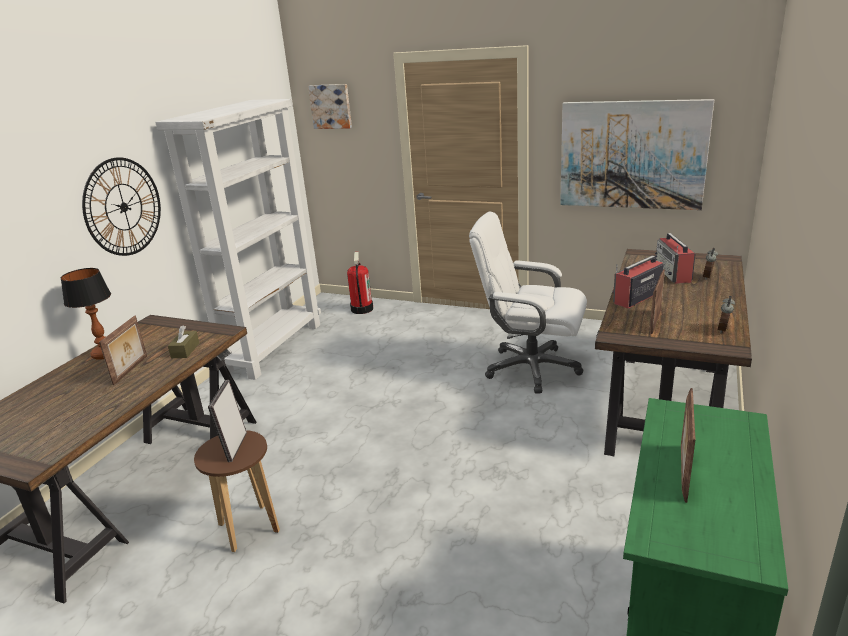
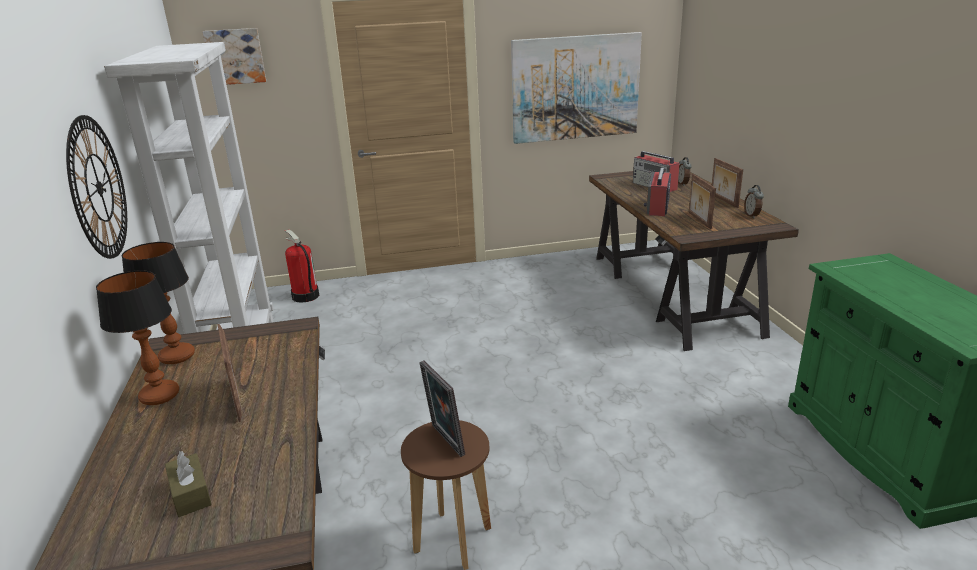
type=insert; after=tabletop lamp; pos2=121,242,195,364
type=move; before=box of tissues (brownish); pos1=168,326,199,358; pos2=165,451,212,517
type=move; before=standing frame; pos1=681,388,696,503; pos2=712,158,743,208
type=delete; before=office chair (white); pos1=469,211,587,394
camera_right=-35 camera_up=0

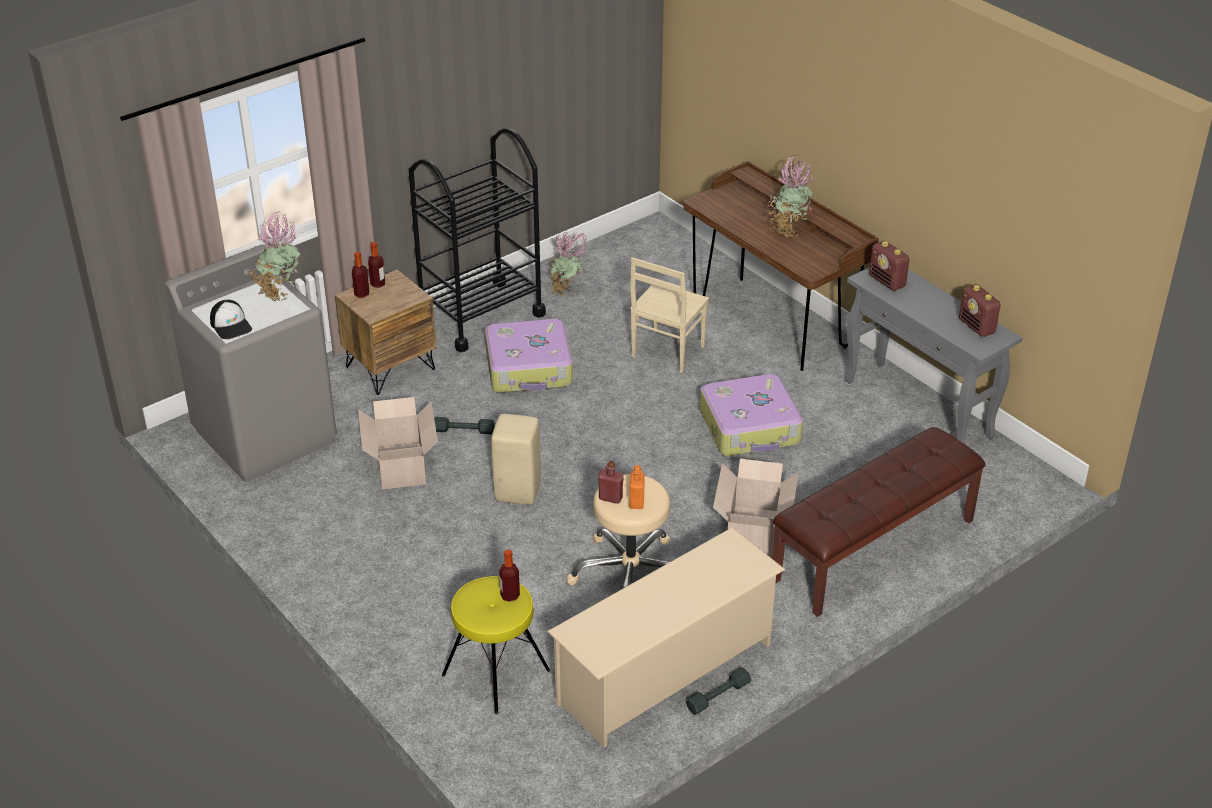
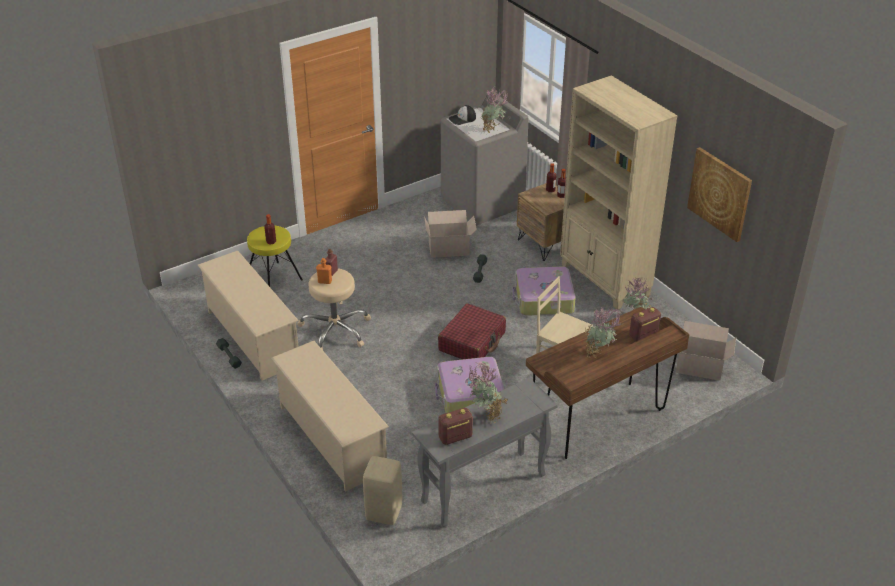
type=replace; before=bench (brownish); after=shoe stand (beige-coloured); pos1=772,427,986,617; pos2=271,341,389,492
type=move; before=stool seat (beige-coloured); pos1=491,414,541,505; pos2=363,456,402,525
type=insert; after=piece of luggage (reddish); pos2=438,303,506,359
type=insert; after=plant in a pot; pos2=467,362,507,424
type=replace; before=cart (blackish); after=bookcase (beige-coloured); pos1=409,128,546,352; pos2=560,75,678,309
type=move; before=radio receiver; pos1=869,241,911,291; pos2=629,307,661,341
type=move; before=carton; pos1=713,459,798,557; pos2=676,321,736,381
type=insert; after=wall art; pos2=687,147,752,242
camera_right=95 camera_up=0

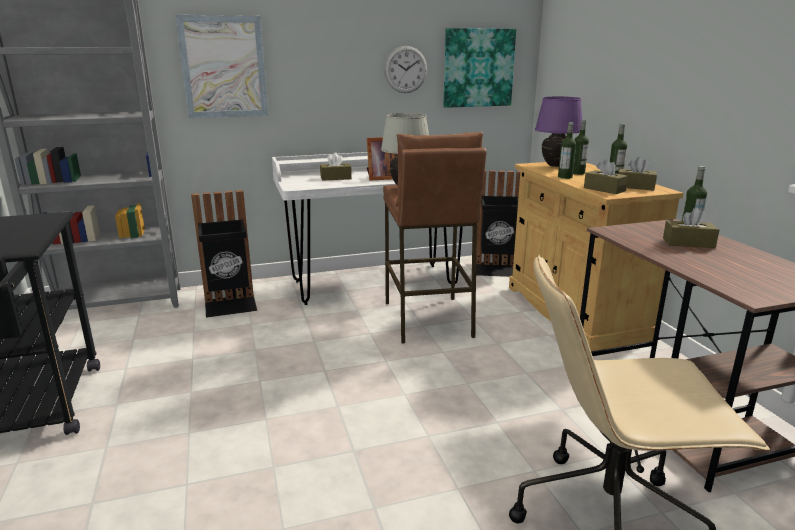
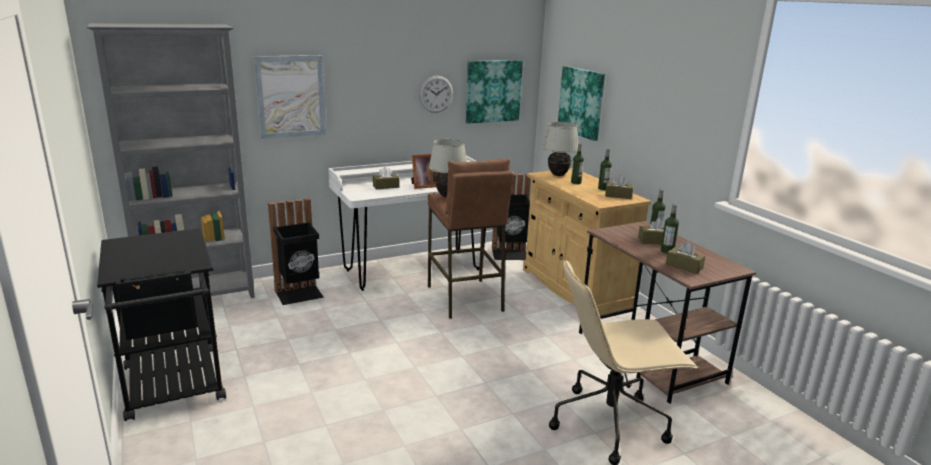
type=recolor; before=tabletop lamp (purplish); after=tabletop lamp (white); pos1=535,96,582,167; pos2=543,122,578,176
type=insert; after=wall art; pos2=558,66,605,141
type=move; before=bottle; pos1=558,122,576,179; pos2=661,203,679,254
type=move; before=box of tissues (brownish); pos1=584,159,628,194; pos2=666,241,705,274
camera_right=-10 camera_up=0

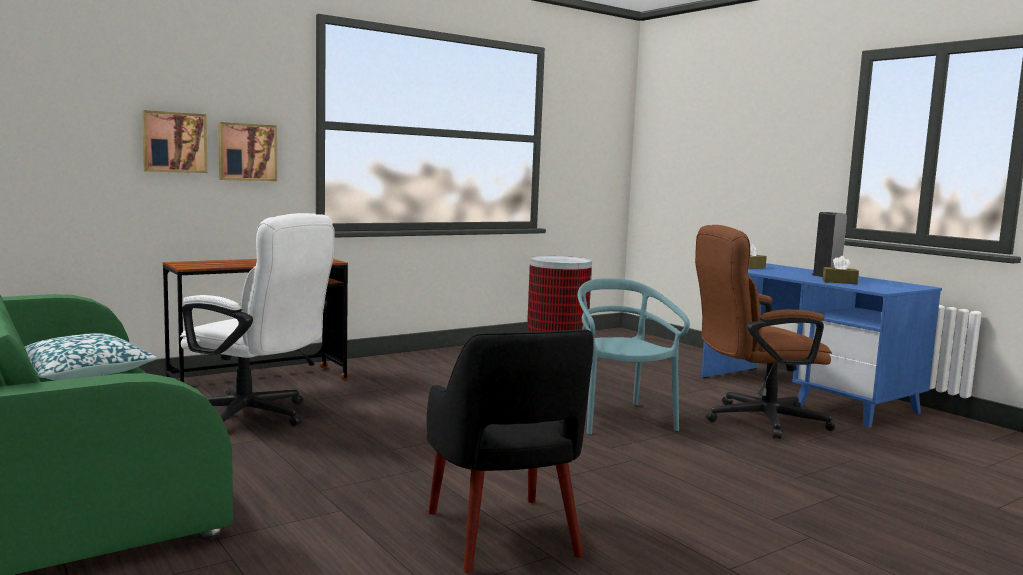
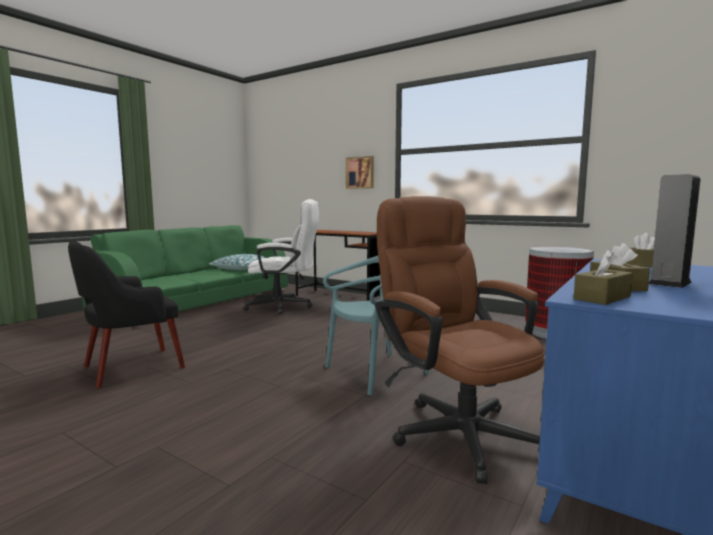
type=rotate; before=office chair (white); pos1=180,213,335,426; pos2=243,199,319,314; turn=-90
type=insert; after=box of tissues (brownish); pos2=573,249,633,305
type=delete; before=wall art; pos1=142,110,207,173
camera_right=70 camera_up=0

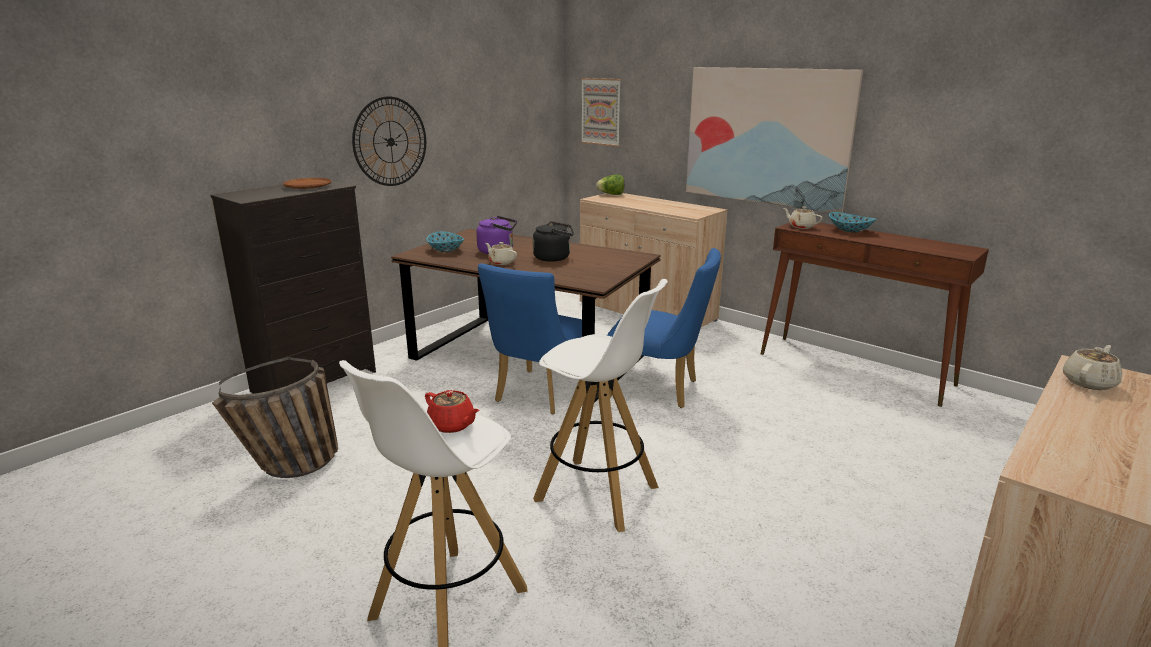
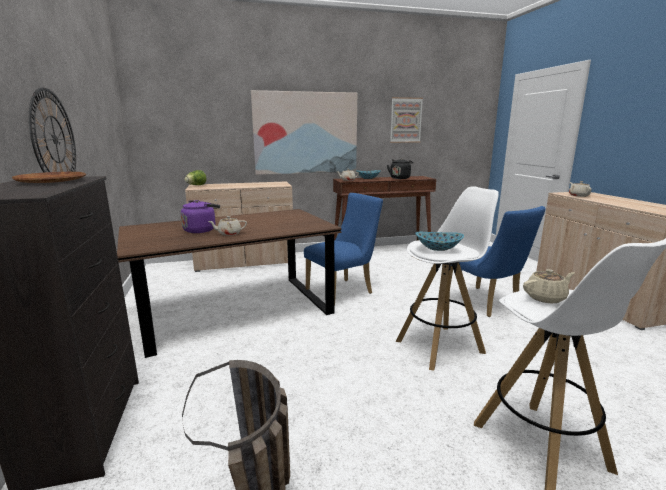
type=move; before=tea kettle (blackish); pos1=533,221,574,262; pos2=387,158,414,179
type=move; before=wall art; pos1=581,78,621,147; pos2=390,97,423,143
type=move; before=deep dish; pos1=427,232,464,252; pos2=415,232,464,251
type=move; before=plain chair (bluish); pos1=478,263,582,415; pos2=450,206,545,317
type=recolor; before=teapot (reddish); after=teapot (beige-coloured); pos1=425,390,479,433; pos2=523,269,575,303
camera_right=-55 camera_up=-5

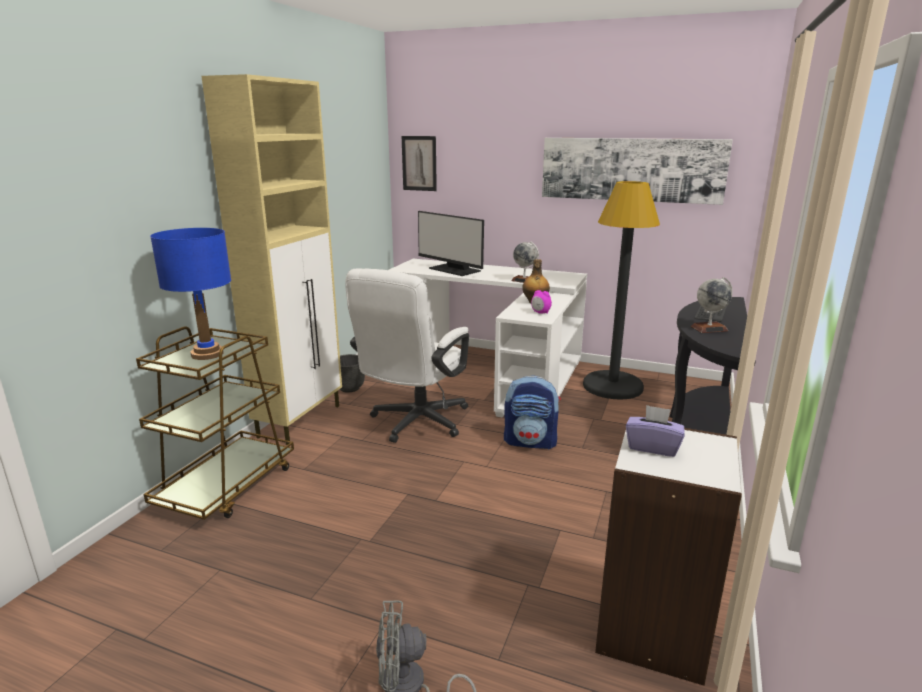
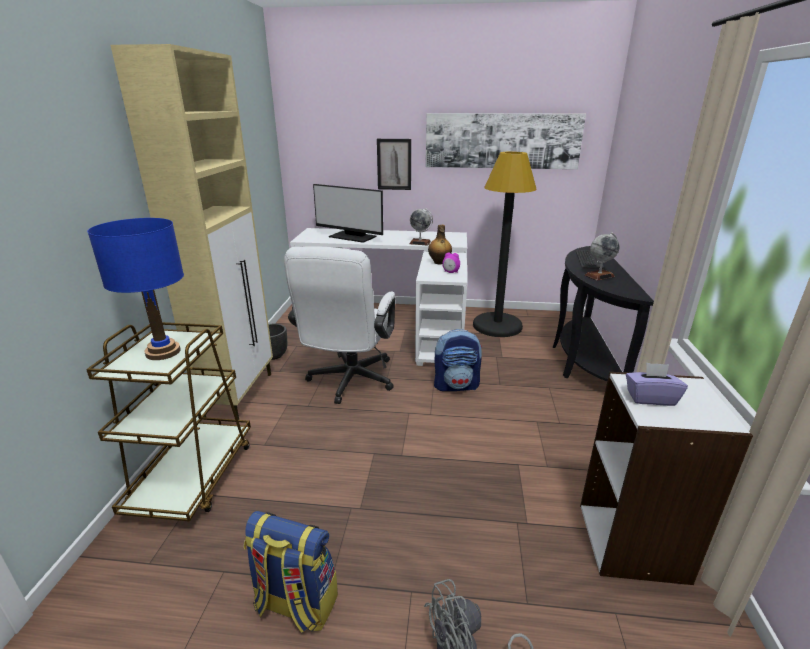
type=insert; after=rucksack; pos2=244,511,338,633
type=move; before=wall art; pos1=402,136,437,191; pos2=377,139,411,190
camera_right=-15 camera_up=5

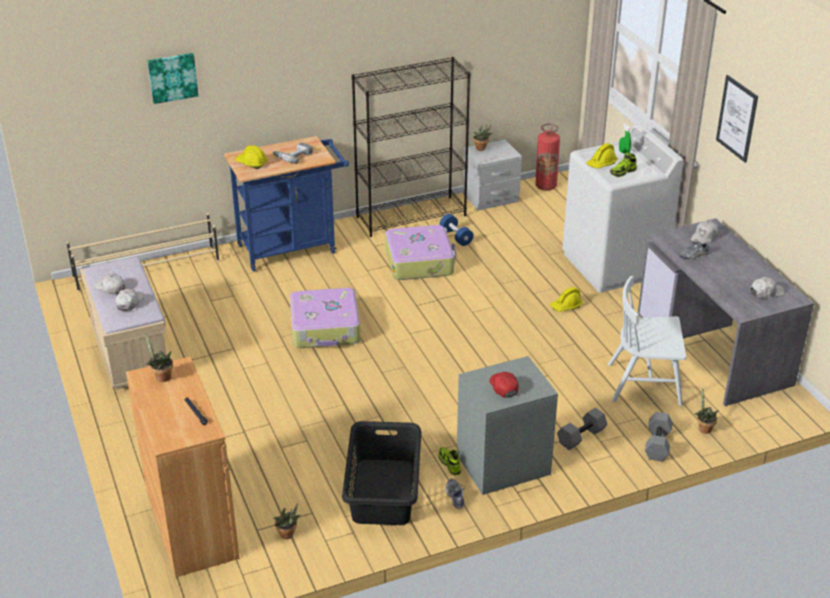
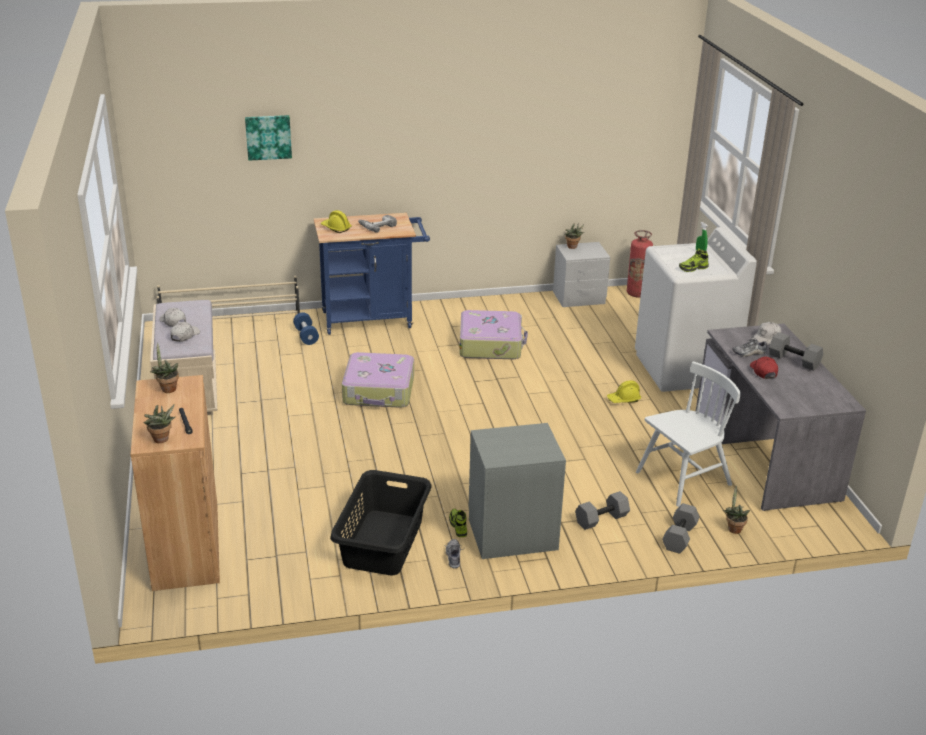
type=move; before=plant in a pot; pos1=274,503,301,539; pos2=143,404,175,443
type=move; before=dumbbell (bluish); pos1=440,214,474,246; pos2=293,312,319,345
type=rotate; before=plain chair (white); pos1=608,276,686,406; pos2=636,361,741,507; turn=135
type=move; before=peaked cap (reddish); pos1=489,372,519,398; pos2=750,356,778,379
type=insert; after=dumbbell (grey); pos2=769,332,823,371
type=delete; before=bookcase (blackish); pos1=352,57,470,237
type=delete; before=hard hat (yellow); pos1=586,143,618,169
type=delete; before=wall art; pos1=716,75,758,163
type=delete; before=peaked cap (white); pos1=751,277,785,298
camera_right=10 camera_up=-5

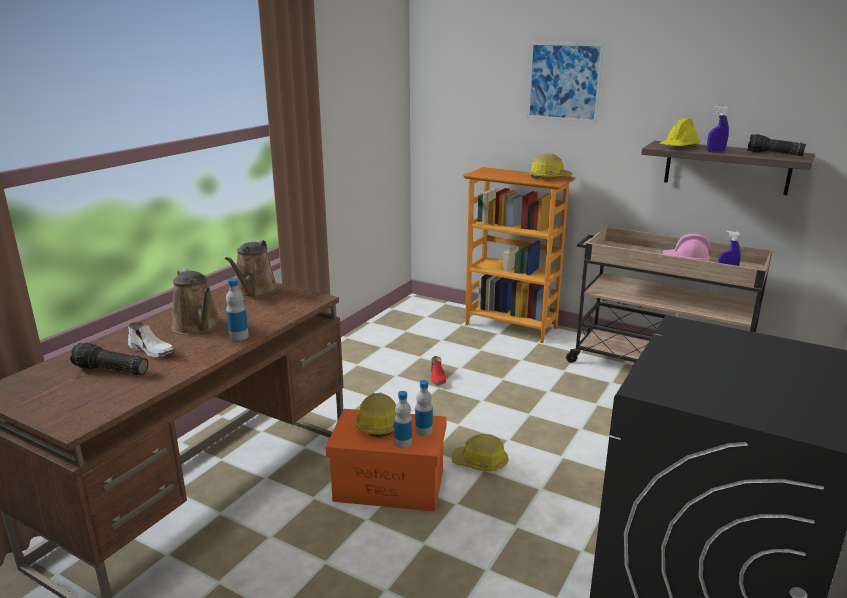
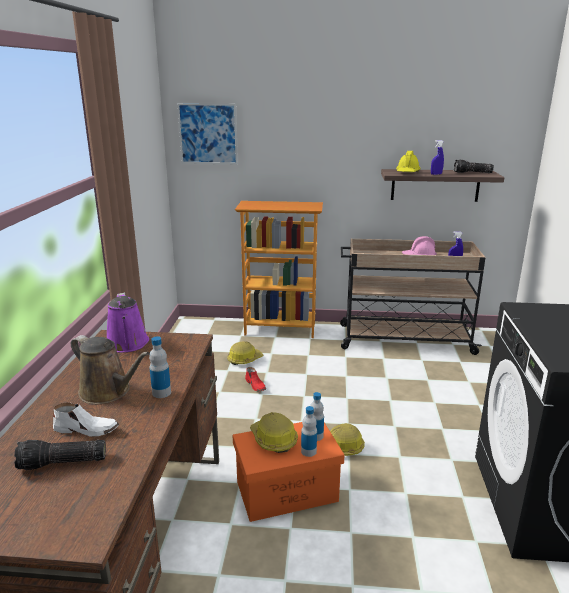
type=recolor; before=watering can (brownish); after=watering can (purplish); pos1=225,240,278,298; pos2=107,293,149,353
type=move; before=wall art; pos1=527,42,604,122; pos2=177,103,238,164
type=move; before=hard hat; pos1=529,154,573,179; pos2=227,341,263,365
camera_right=-25 camera_up=0

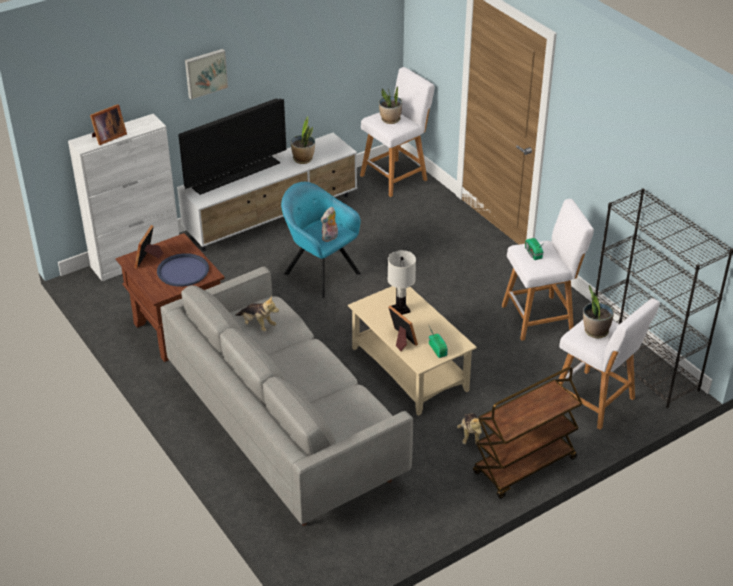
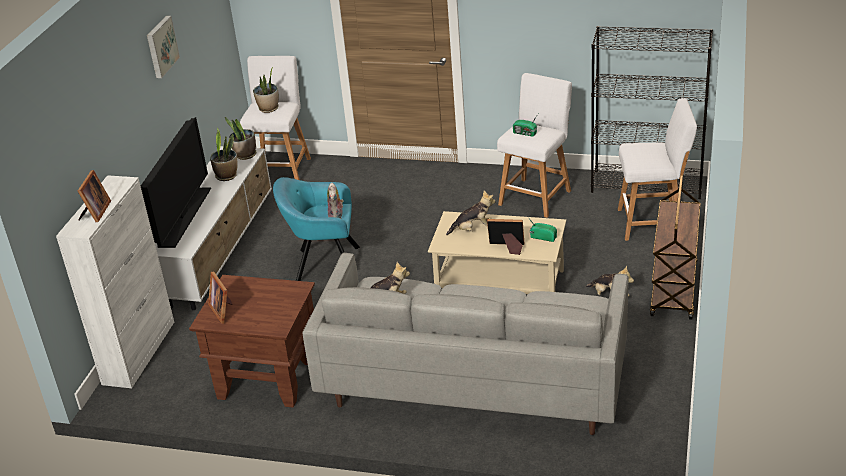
type=move; before=wall art; pos1=185,49,228,100; pos2=147,16,180,78
type=move; before=plant in a pot; pos1=583,285,614,339; pos2=225,117,256,160
type=replace; before=tabletop lamp (white); after=plush toy; pos1=388,250,416,315; pos2=446,190,495,235
type=delete; before=tray (bluish); pos1=157,253,209,287
camera_right=-40 camera_up=-5

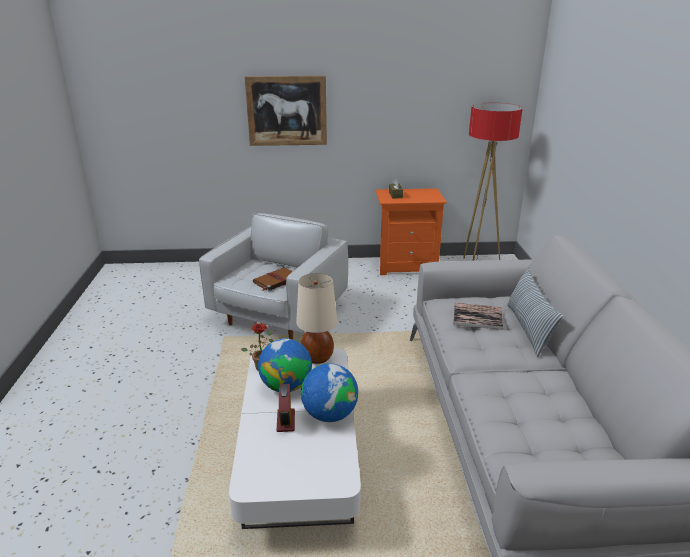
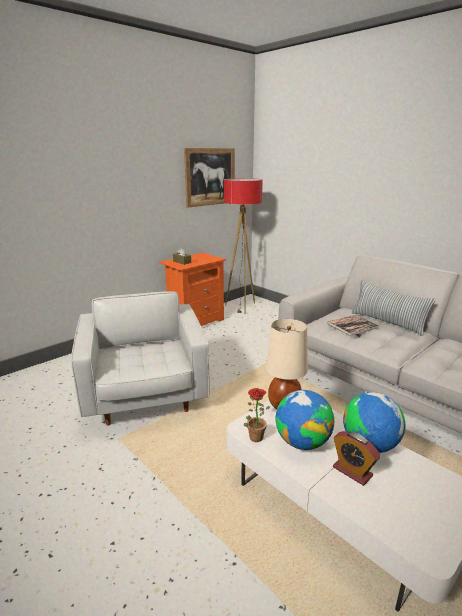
type=move; before=wall art; pos1=245,76,327,146; pos2=184,148,235,208
type=delete; before=bound book (brownish); pos1=253,268,293,291
camera_right=-40 camera_up=-5

